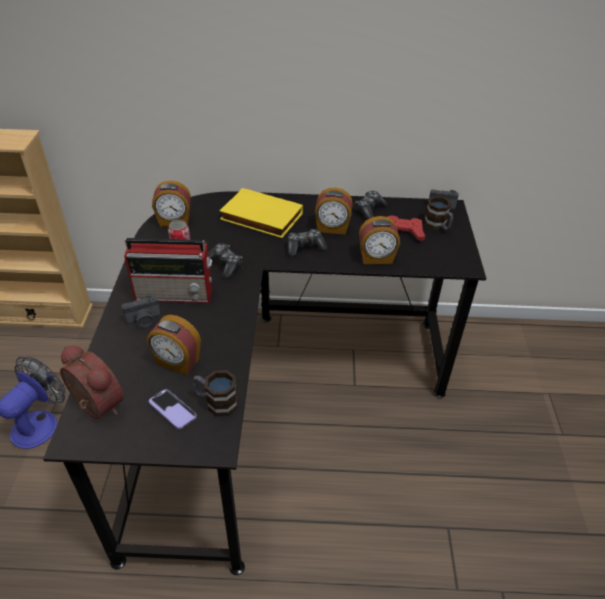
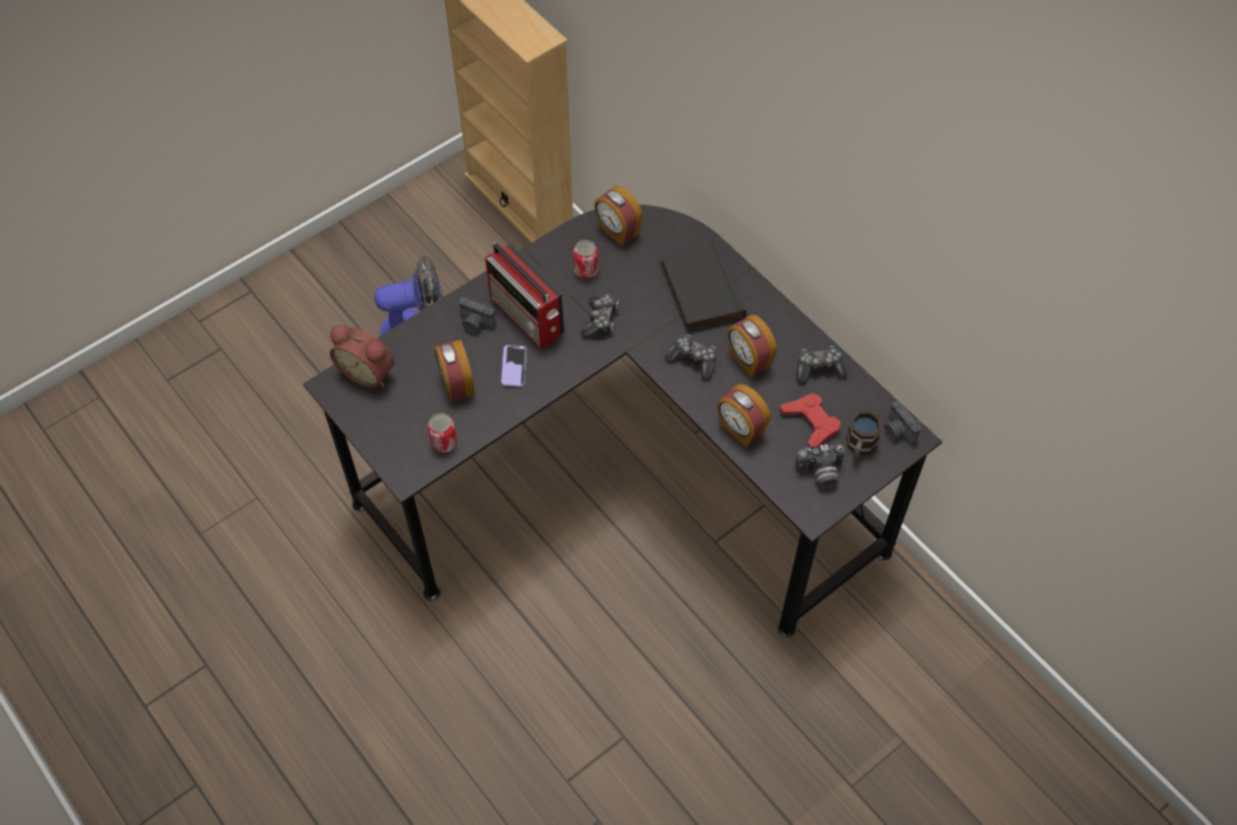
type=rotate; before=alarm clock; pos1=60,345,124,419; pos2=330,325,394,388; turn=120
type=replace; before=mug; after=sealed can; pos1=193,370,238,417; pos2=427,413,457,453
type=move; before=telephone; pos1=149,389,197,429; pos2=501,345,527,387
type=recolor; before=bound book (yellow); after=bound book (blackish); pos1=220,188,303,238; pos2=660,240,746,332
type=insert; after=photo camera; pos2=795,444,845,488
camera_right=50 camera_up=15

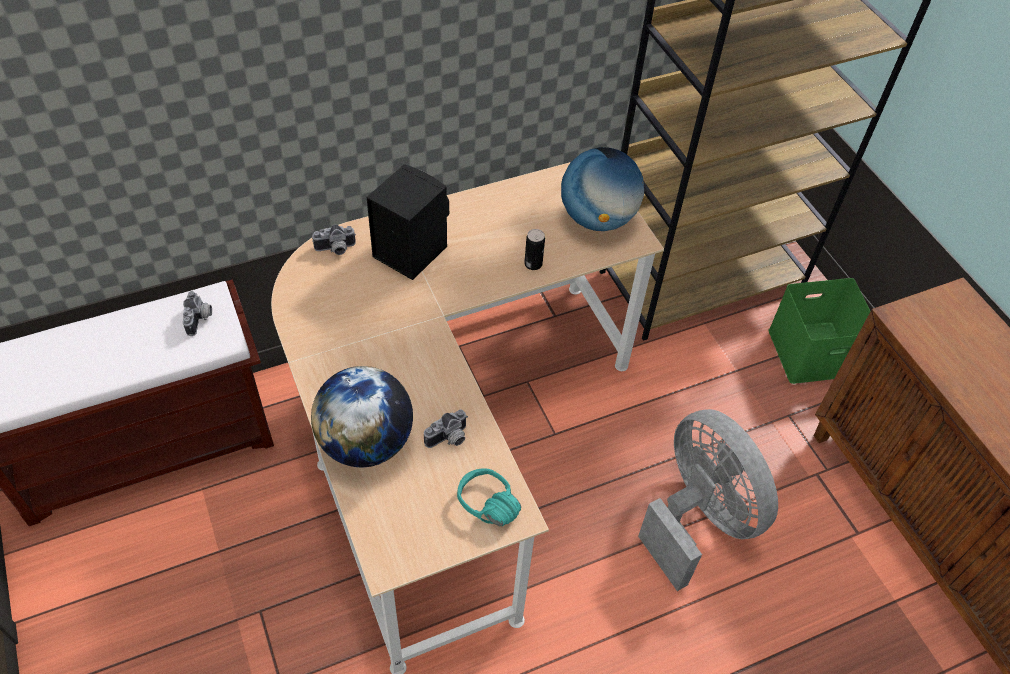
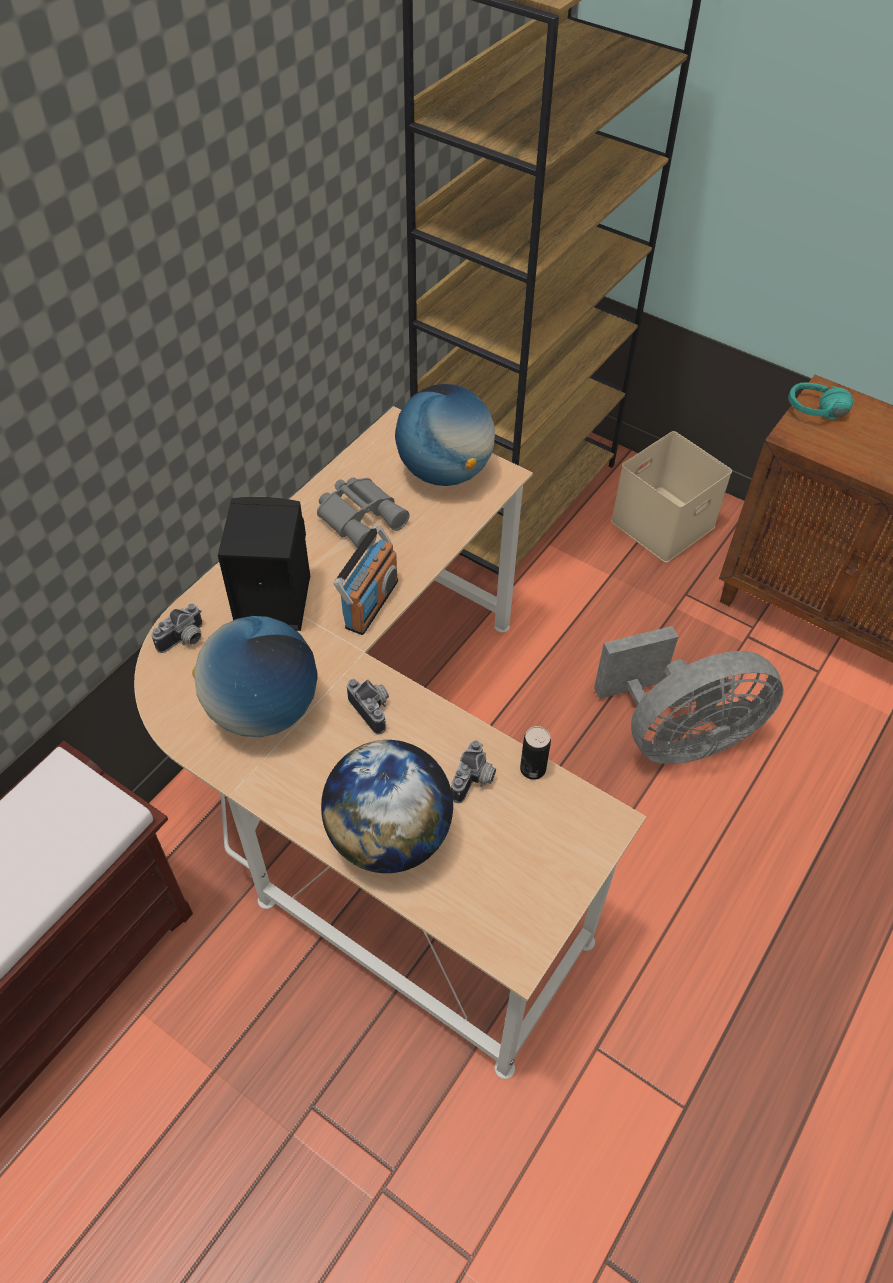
type=insert; after=globe; pos2=192,616,317,737
type=insert; after=pair of binoculars (grey); pos2=317,477,410,550
type=insert; after=radio receiver; pos2=334,525,398,635
type=move; before=photo camera; pos1=183,291,212,336; pos2=347,679,389,734
type=move; before=sealed can; pos1=524,229,545,270; pos2=520,726,551,780
type=rotate; before=cooling fan (grey); pos1=638,409,778,591; pos2=594,626,783,764; turn=135
type=recolor; before=storage box (green-coloured); after=storage box (beige-coloured); pos1=768,278,870,384; pos2=611,431,732,563
type=move; before=headset (turquoise-coloured); pos1=457,468,521,526; pos2=788,383,854,420
camera_right=-30 camera_up=0

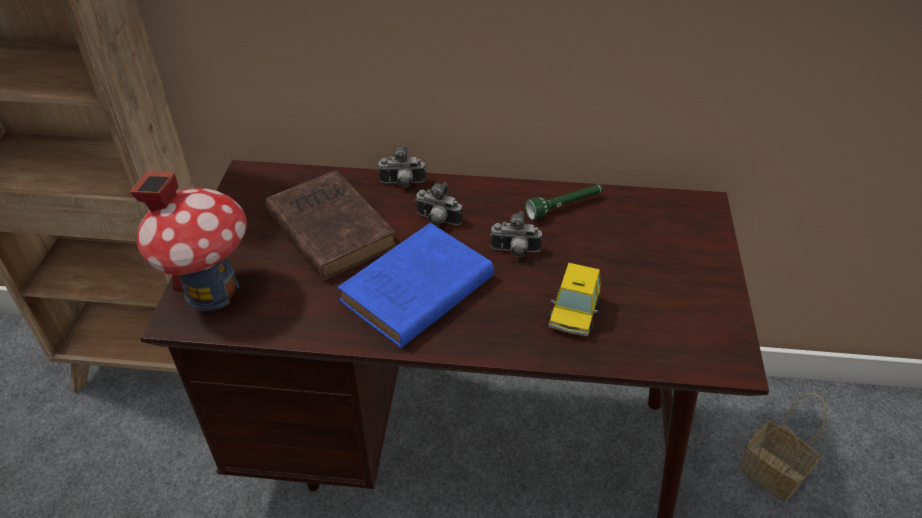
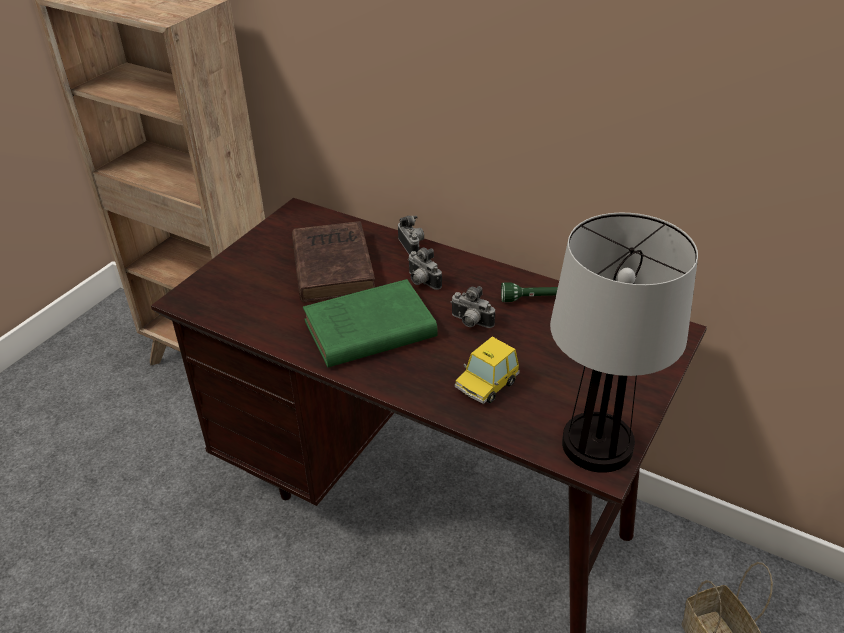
type=recolor; before=bound book (bluish); after=bound book (green-coloured); pos1=337,223,494,348; pos2=303,279,438,368
type=rotate; before=photo camera; pos1=378,145,426,187; pos2=398,215,424,254; turn=-135
type=insert; after=tabletop lamp; pos2=550,213,698,473
type=delete; before=toy house; pos1=129,171,247,311
camera_right=25 camera_up=-5

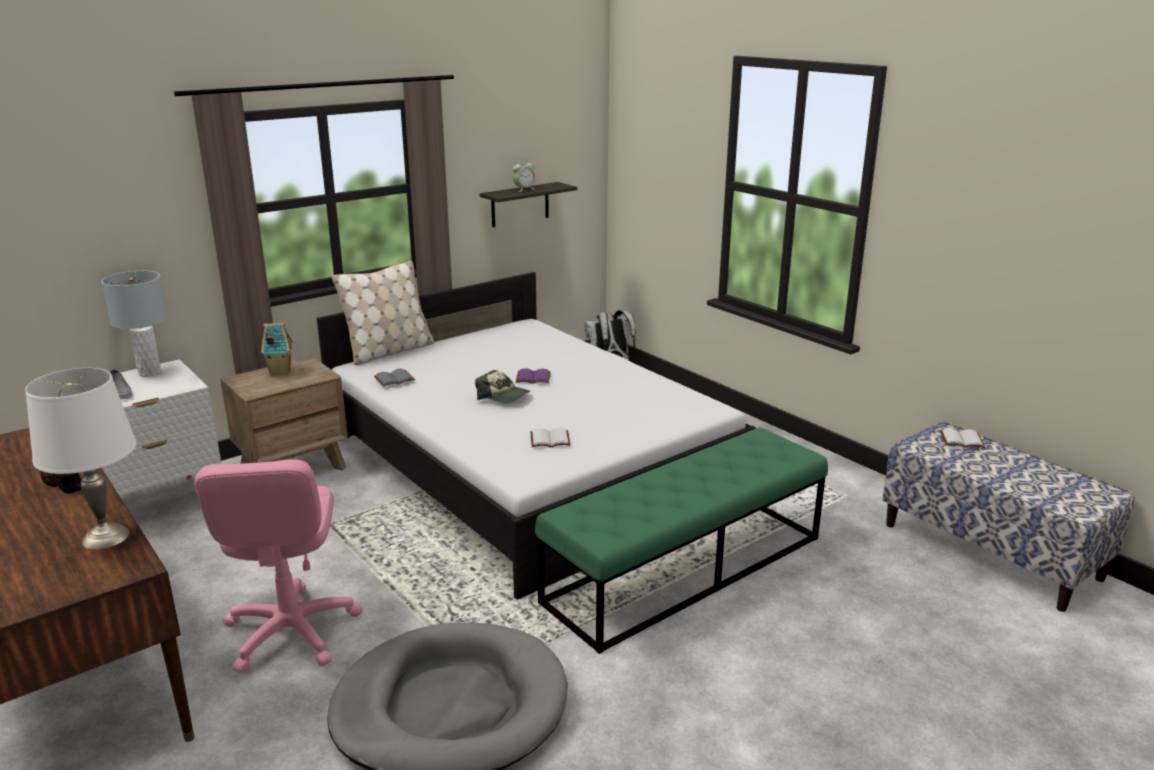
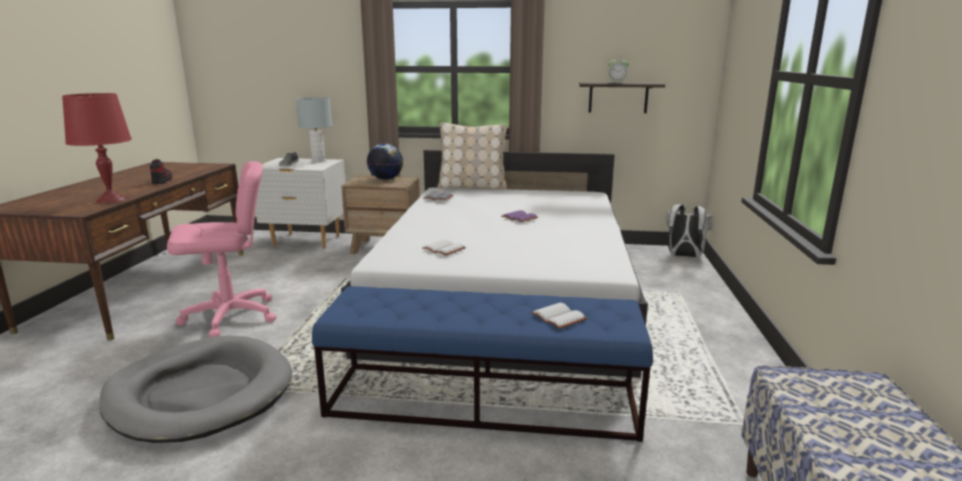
type=recolor; before=tabletop lamp (white); after=tabletop lamp (reddish); pos1=25,368,137,549; pos2=62,93,132,204
type=rotate; before=office chair (pink-coloured); pos1=194,459,363,674; pos2=167,161,276,338; turn=-150
type=recolor; before=bench (green-coloured); after=bench (bluish); pos1=535,427,828,654; pos2=312,286,653,442
type=replace; before=toy house; after=globe; pos1=261,323,293,376; pos2=367,144,403,180
type=move; before=bound book (white); pos1=940,428,985,448; pos2=531,303,588,329
type=delete; before=peaked cap; pos1=475,370,530,403
camera_right=45 camera_up=-5

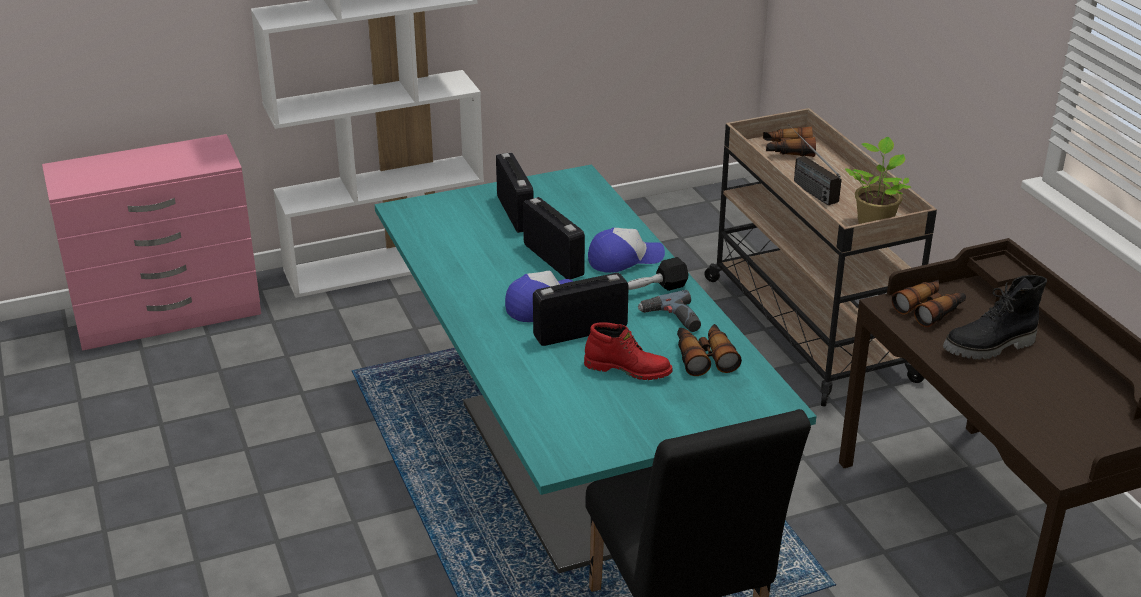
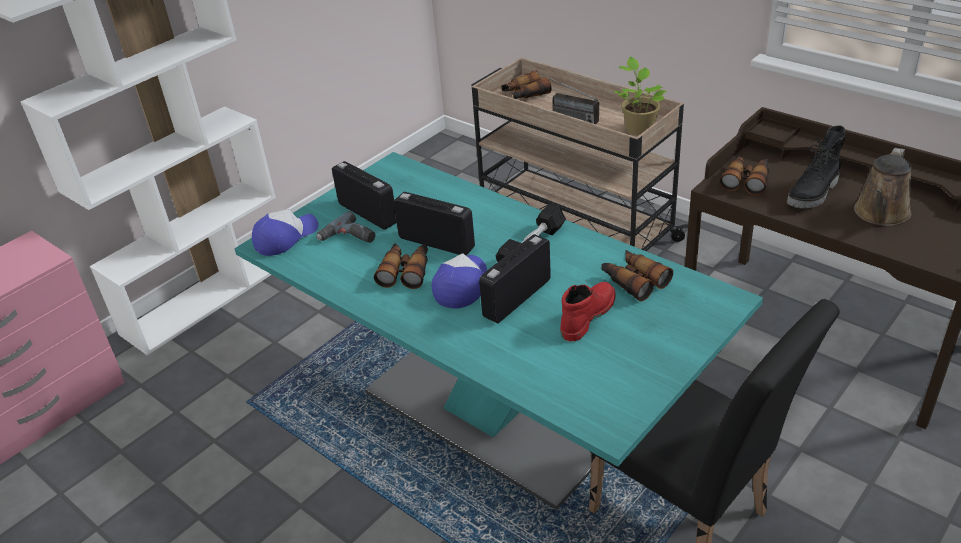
type=move; before=peaked cap; pos1=588,228,665,273; pos2=252,209,318,256
type=move; before=power drill; pos1=638,290,701,332; pos2=317,211,375,243
type=insert; after=pair of binoculars; pos2=374,243,428,289
type=rotate; before=high-top boot (reddish); pos1=584,322,673,380; pos2=560,282,616,341; turn=-45
type=insert; after=watering can (brownish); pos2=854,148,912,226
camera_right=-25 camera_up=5

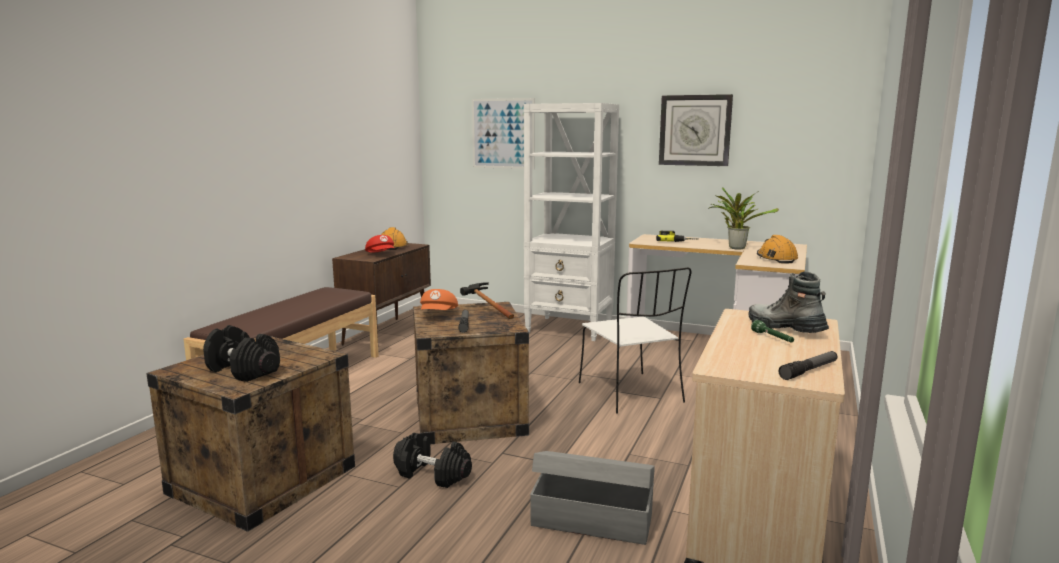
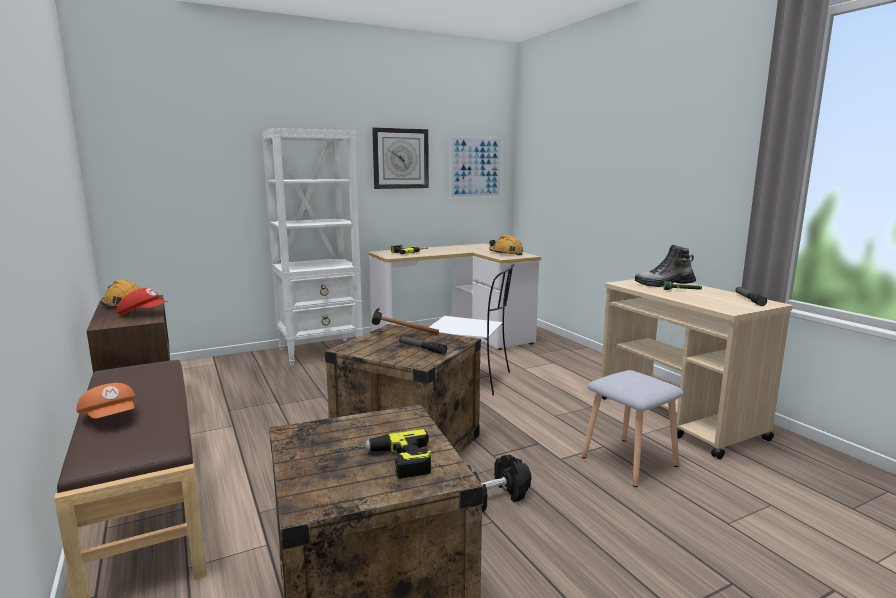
type=move; before=peaked cap (orange-coloured); pos1=420,289,458,310; pos2=76,383,136,419
type=replace; before=dumbbell (blackish); after=power drill; pos1=203,325,280,382; pos2=335,429,431,479
type=move; before=wall art; pos1=472,98,535,169; pos2=449,136,503,199
type=replace; before=storage box (grey); after=stool seat (grey); pos1=530,451,655,545; pos2=582,370,684,487
type=delete; before=plant in a pot; pos1=708,187,779,250
camera_right=-50 camera_up=0

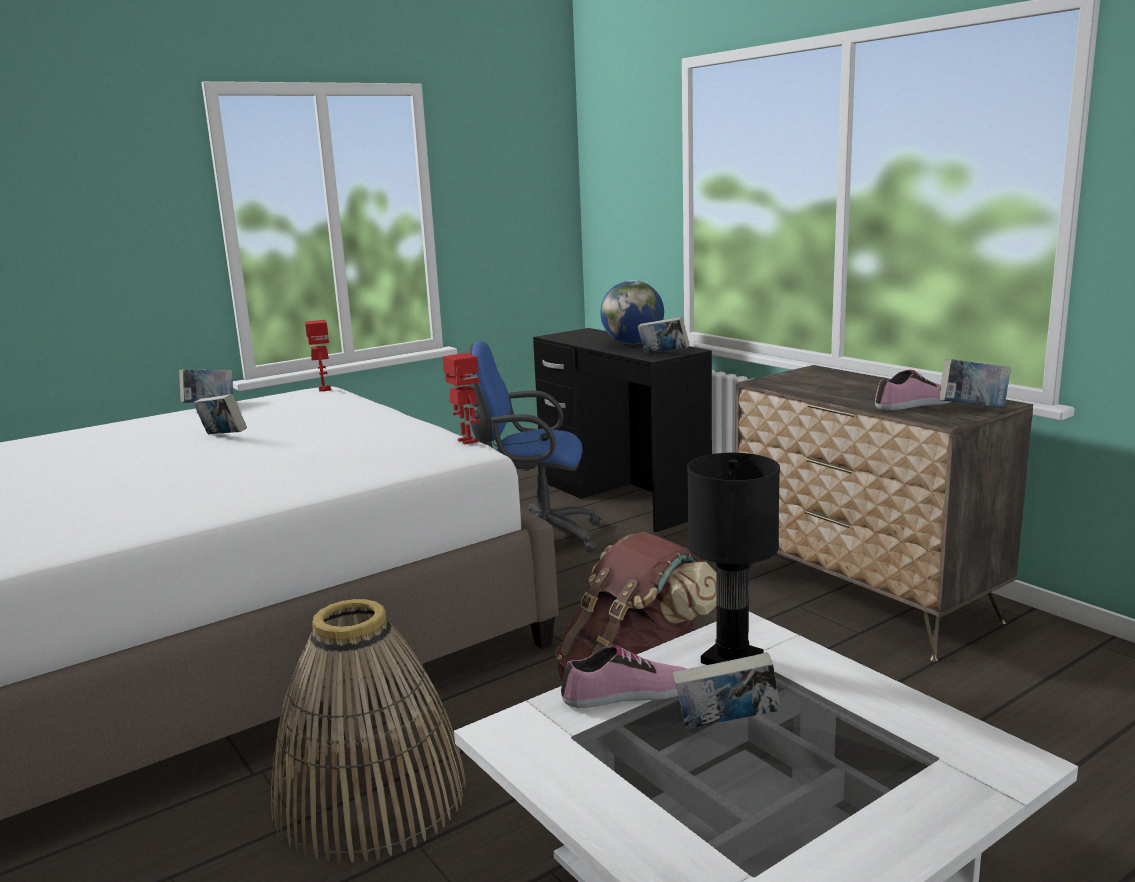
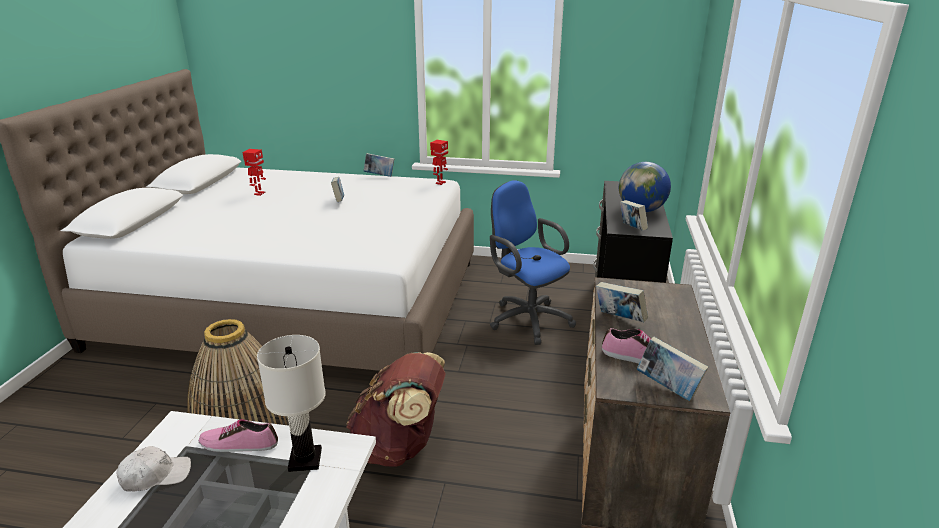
type=insert; after=peaked cap (white); pos2=116,446,191,491
type=rotate; before=low shoe; pos1=561,646,687,708; pos2=199,419,278,452; turn=150
type=move; before=model robot; pos1=442,353,481,444; pos2=242,149,266,196
type=recolor; before=tabletop lamp (blackish); after=tabletop lamp (white); pos1=687,453,780,665; pos2=257,335,326,472
type=move; before=bound book; pos1=672,652,780,729; pos2=596,282,648,322
camera_right=45 camera_up=10

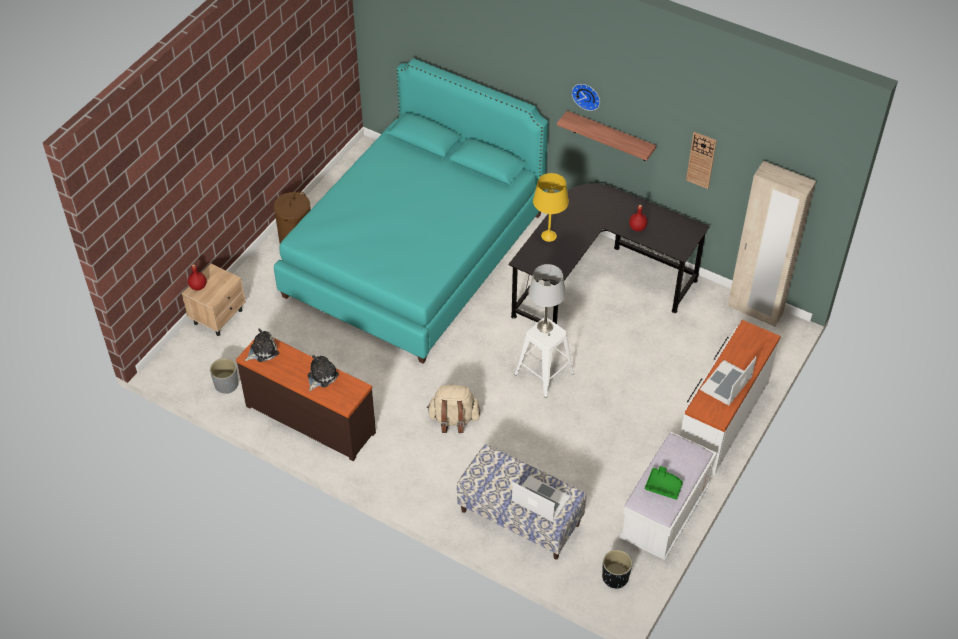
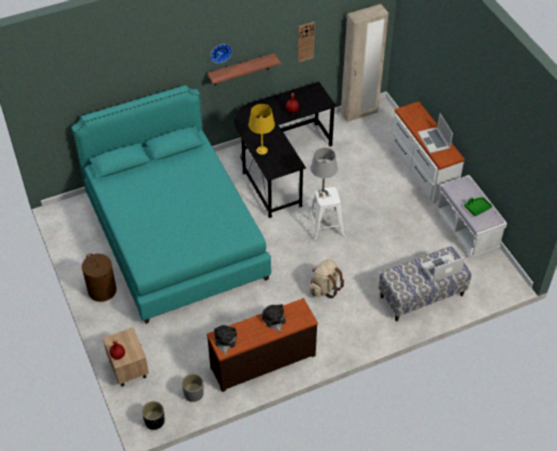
type=move; before=plant pot (blackish); pos1=602,550,632,589; pos2=142,401,165,430
camera_right=-55 camera_up=0

